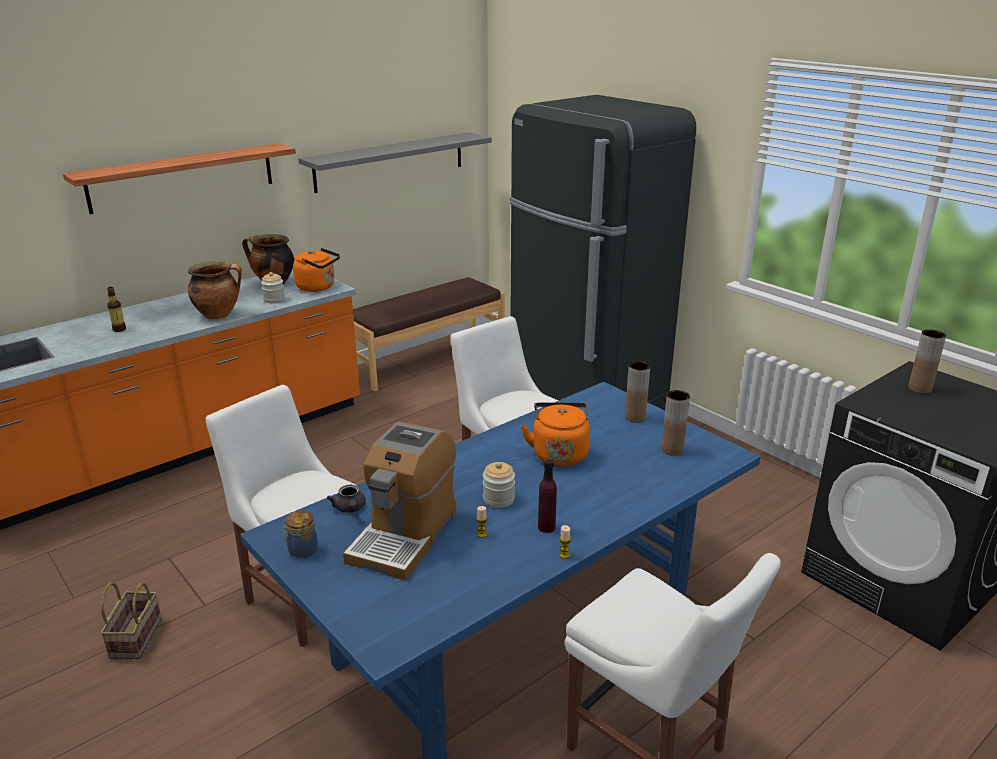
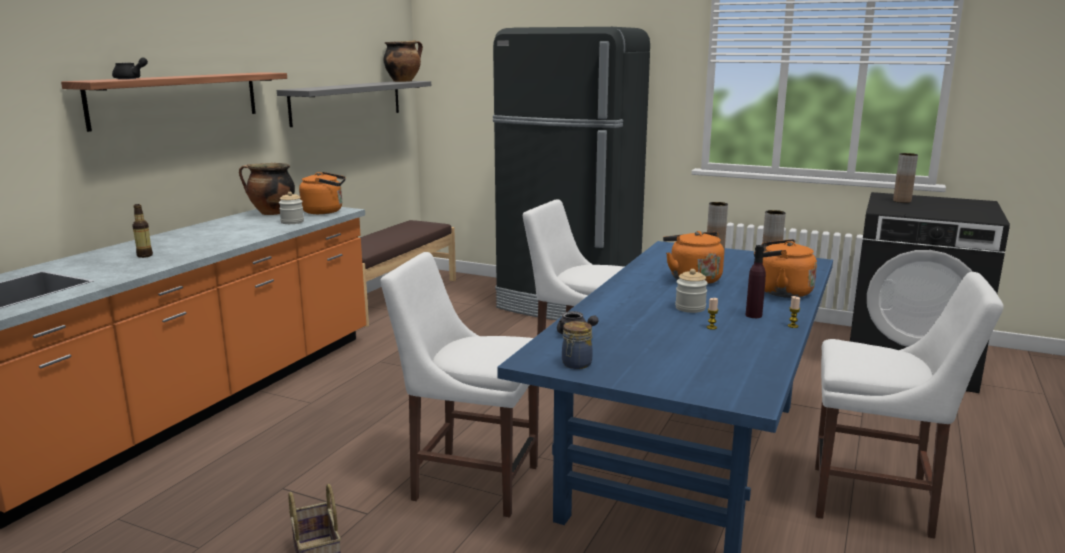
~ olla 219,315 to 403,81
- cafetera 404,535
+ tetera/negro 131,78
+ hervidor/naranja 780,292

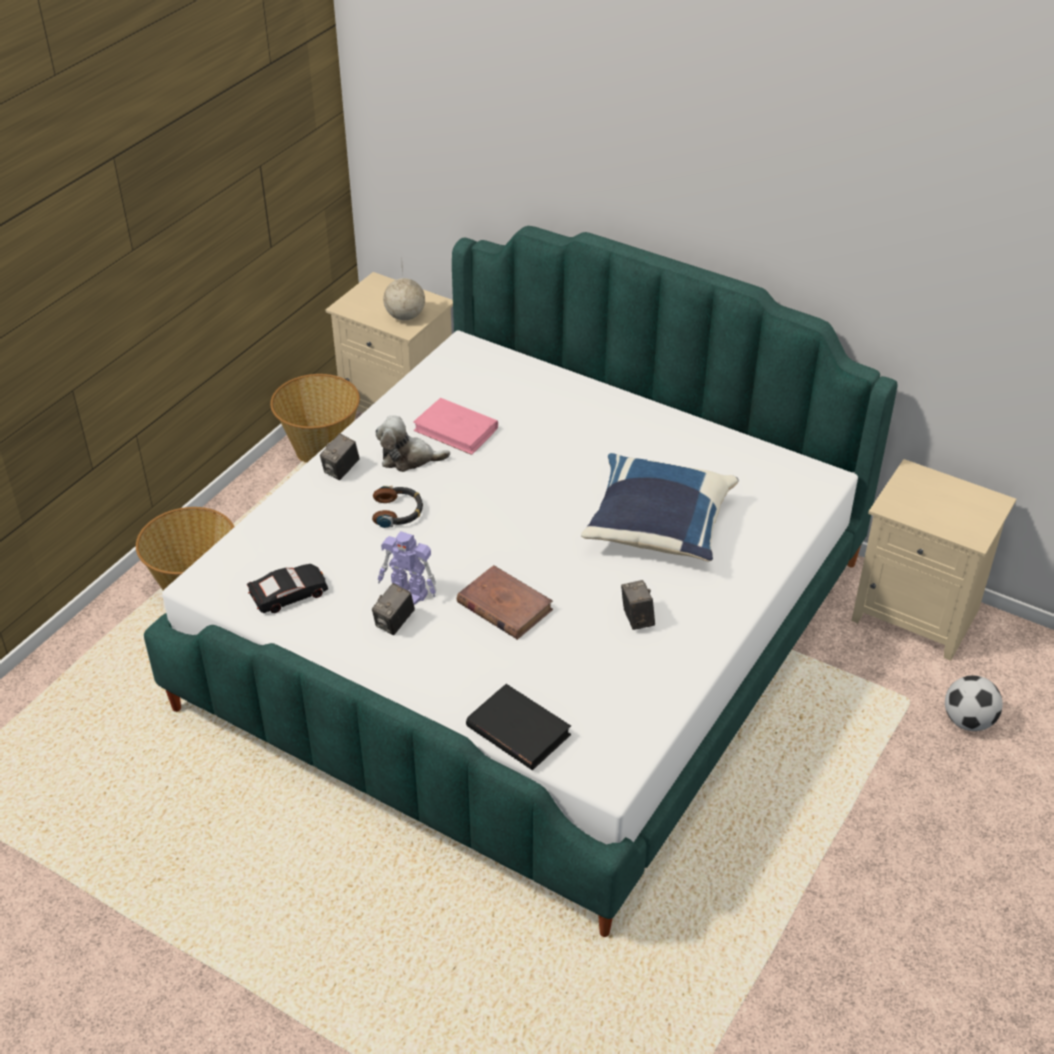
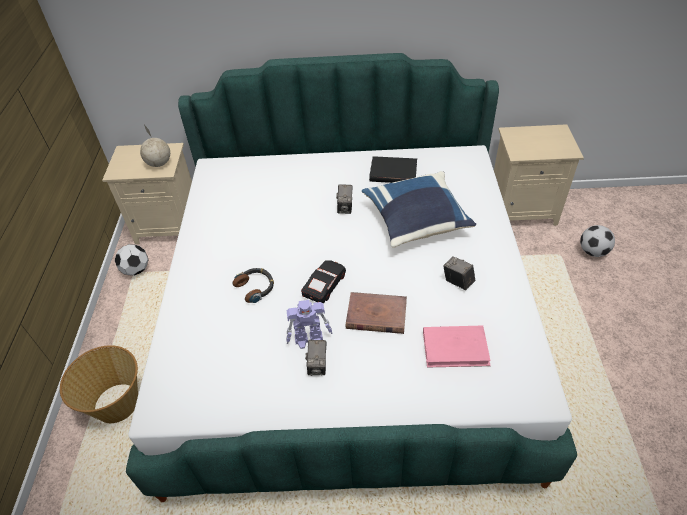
~ coche de juguete/negro 288,594 to 324,285
~ cesta 321,449 to balón de fútbol 136,270
~ cámara 341,470 to 345,208
- peluche 408,458
~ libro/rosa 456,430 to 455,348
~ libro/negro 518,730 to 393,173

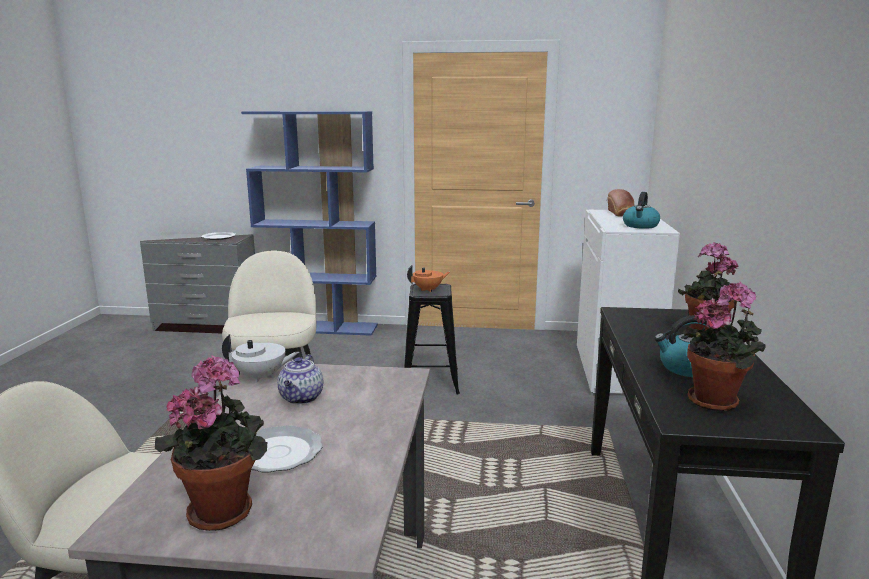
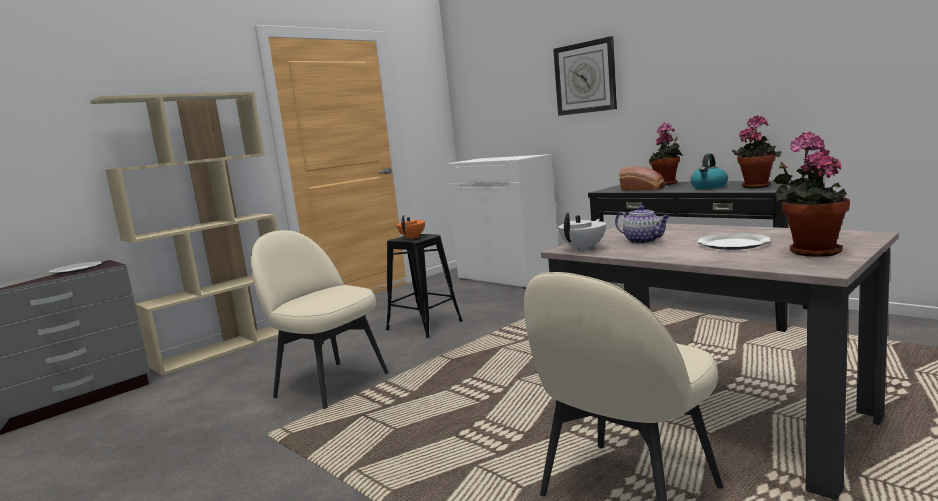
~ estantería/azul 320,327 to estantería/beis 226,347
~ pan 621,213 to 643,189
- hervidor 640,226
+ reloj de pared 585,78

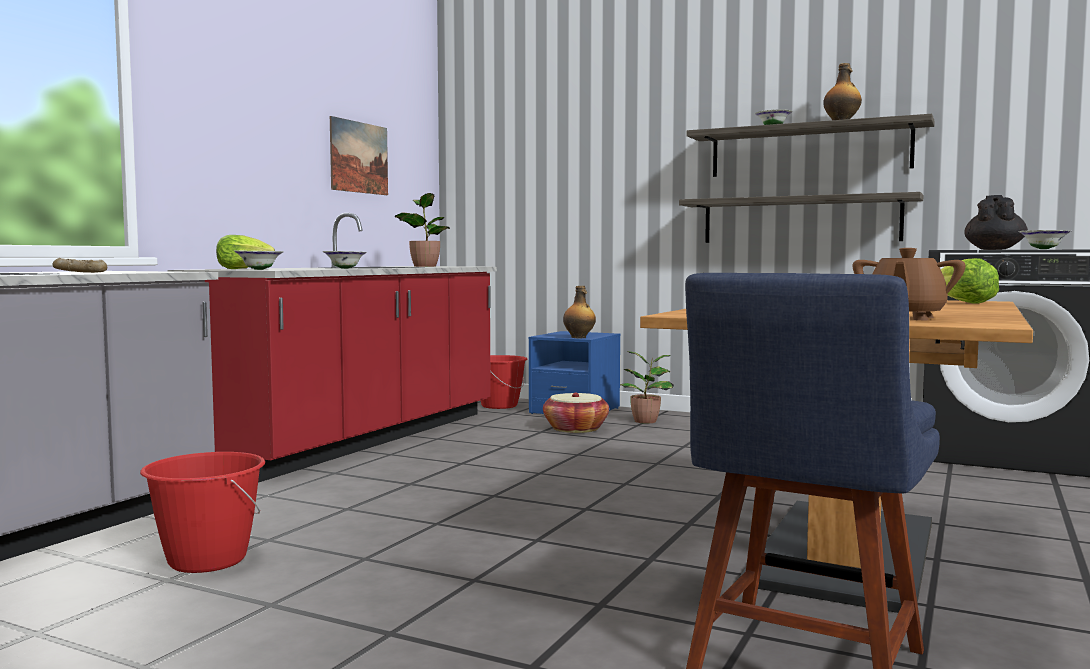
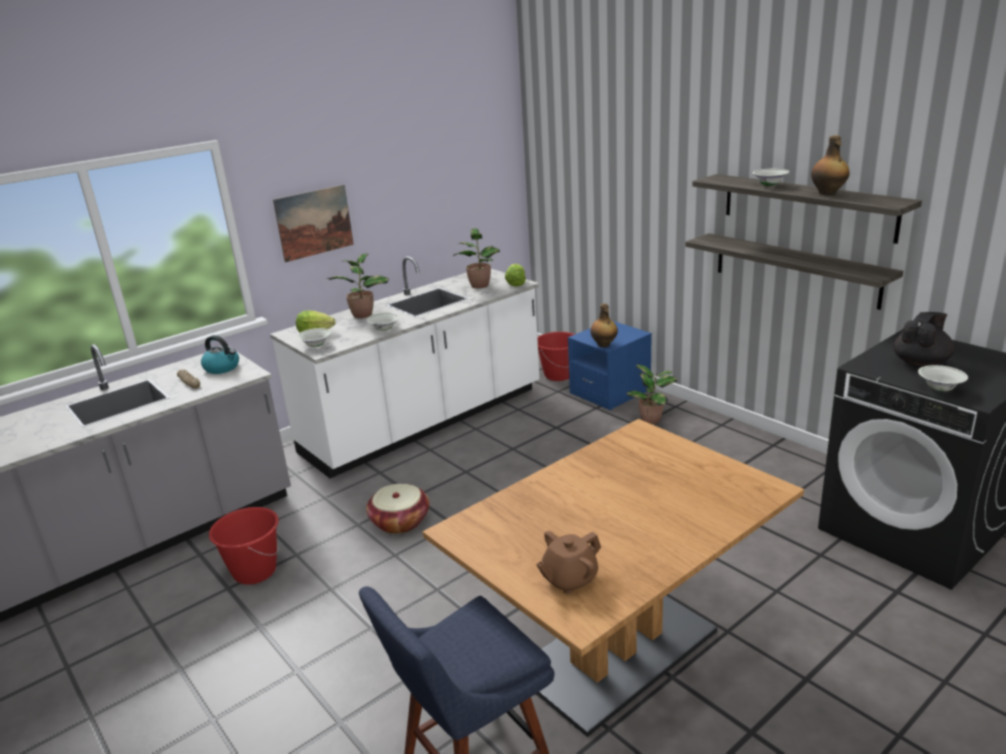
~ mueble bajo de cocina/rojo 359,439 to mueble bajo de cocina/blanco 425,421
~ cuadro 359,157 to 314,222
~ cesta 576,429 to 400,522
~ lechuga 964,303 to 516,284
+ hervidor 222,368
+ planta en maceta 363,314

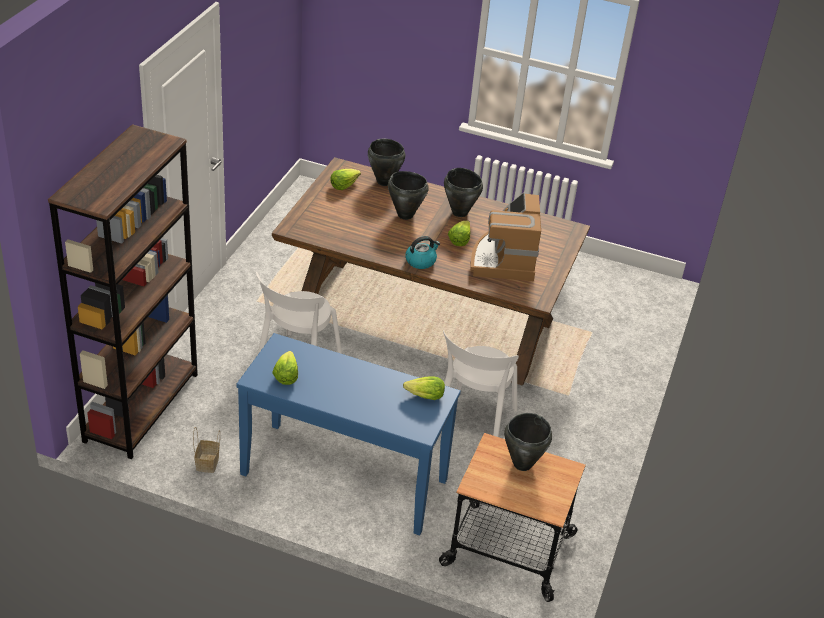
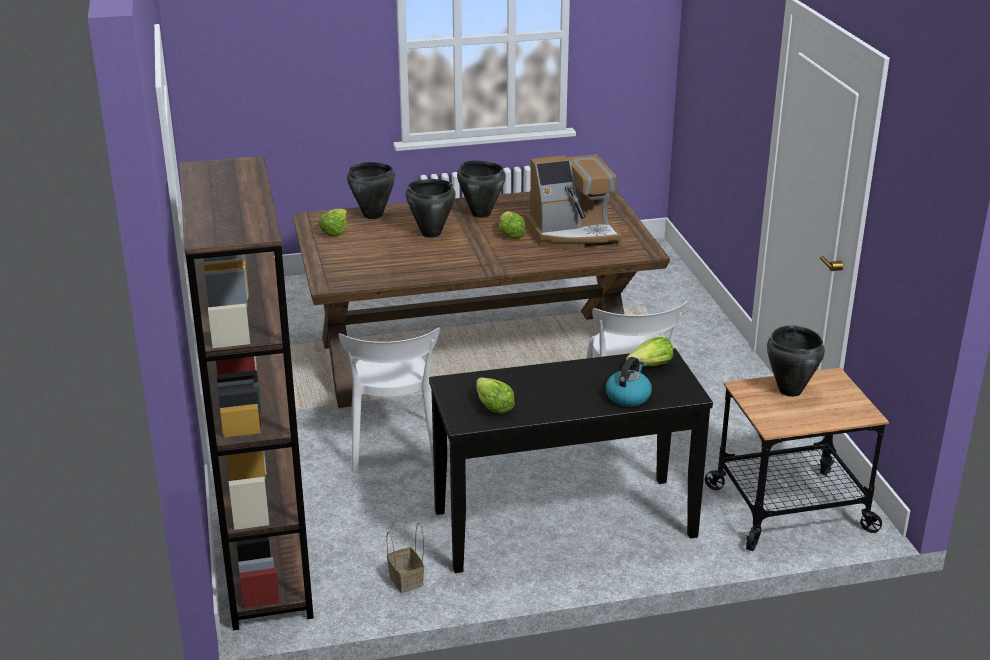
~ mesa consola/azul 343,477 to mesa consola/negro 564,524
~ hervidor 421,261 to 628,396
~ cafetera 504,260 = 573,234 75 degrees counterclockwise

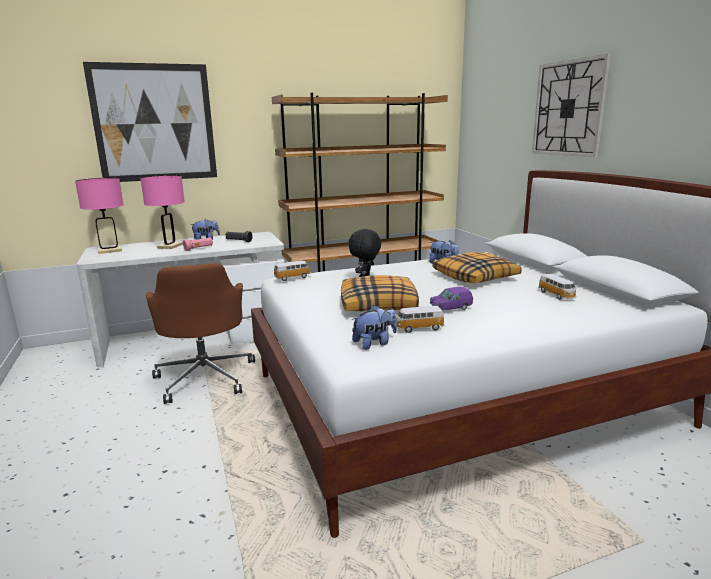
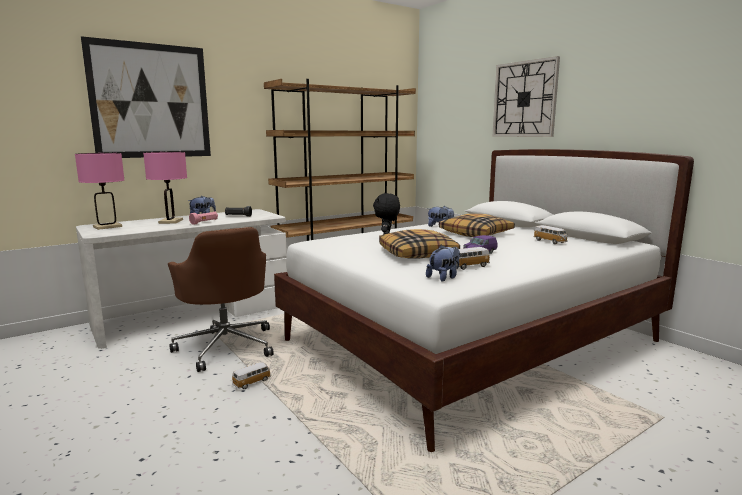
~ coche de juguete 293,277 to 252,382

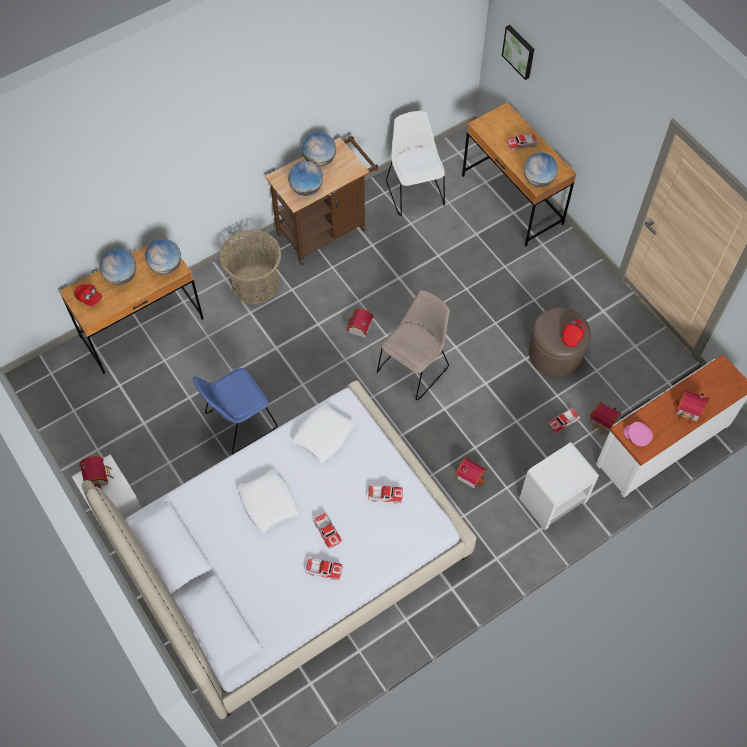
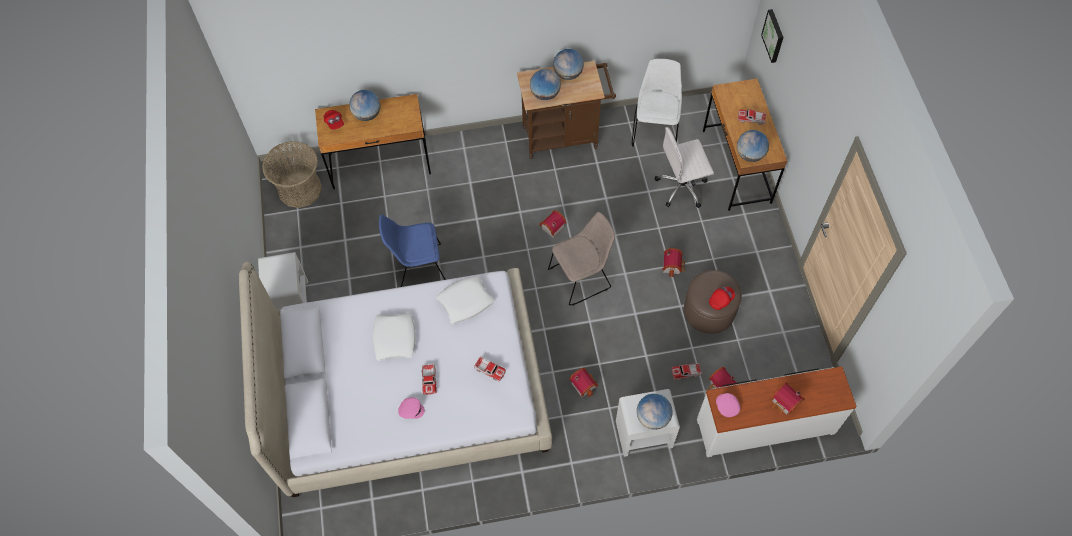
~ casita 98,476 to 673,266
~ globo terráqueo 166,266 to 653,417
~ cesta 255,283 to 300,189
~ coche de juguete 323,569 to gorra/rosa 411,410
+ silla de oficina/blanco 682,187

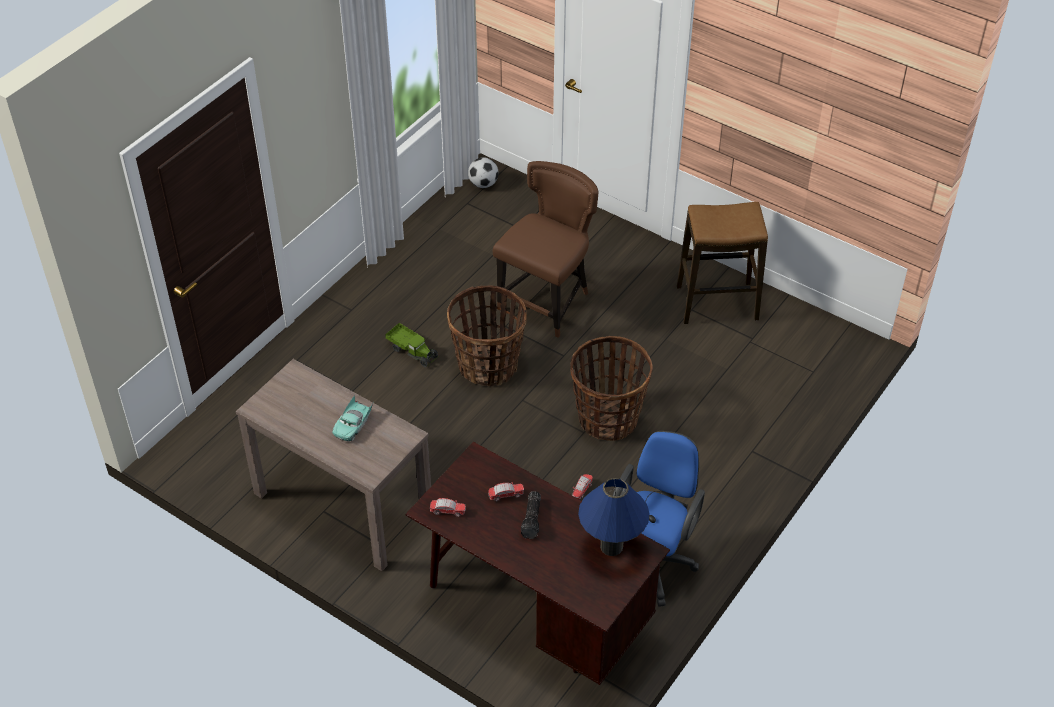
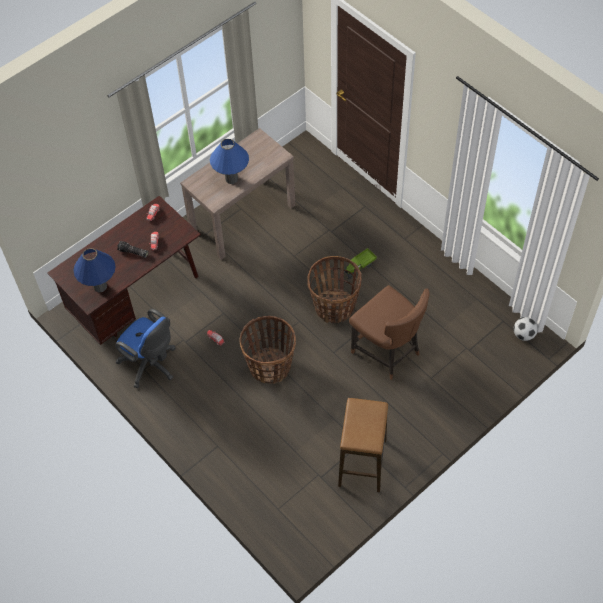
~ coche de juguete/turquesa 353,424 to lámpara de mesa/azul 231,179

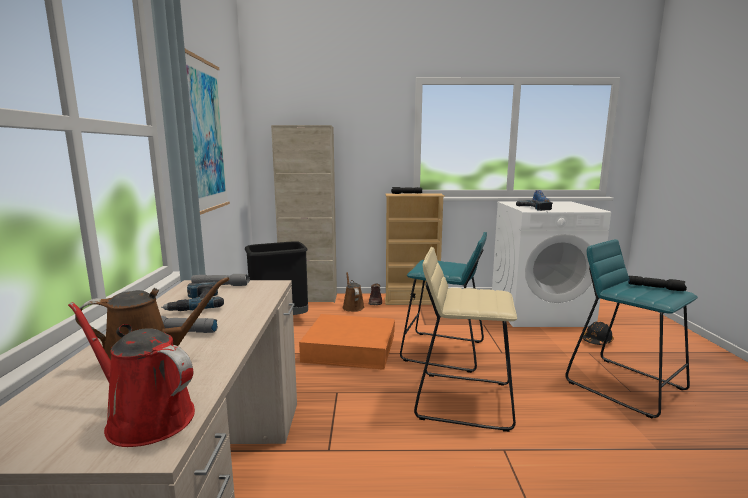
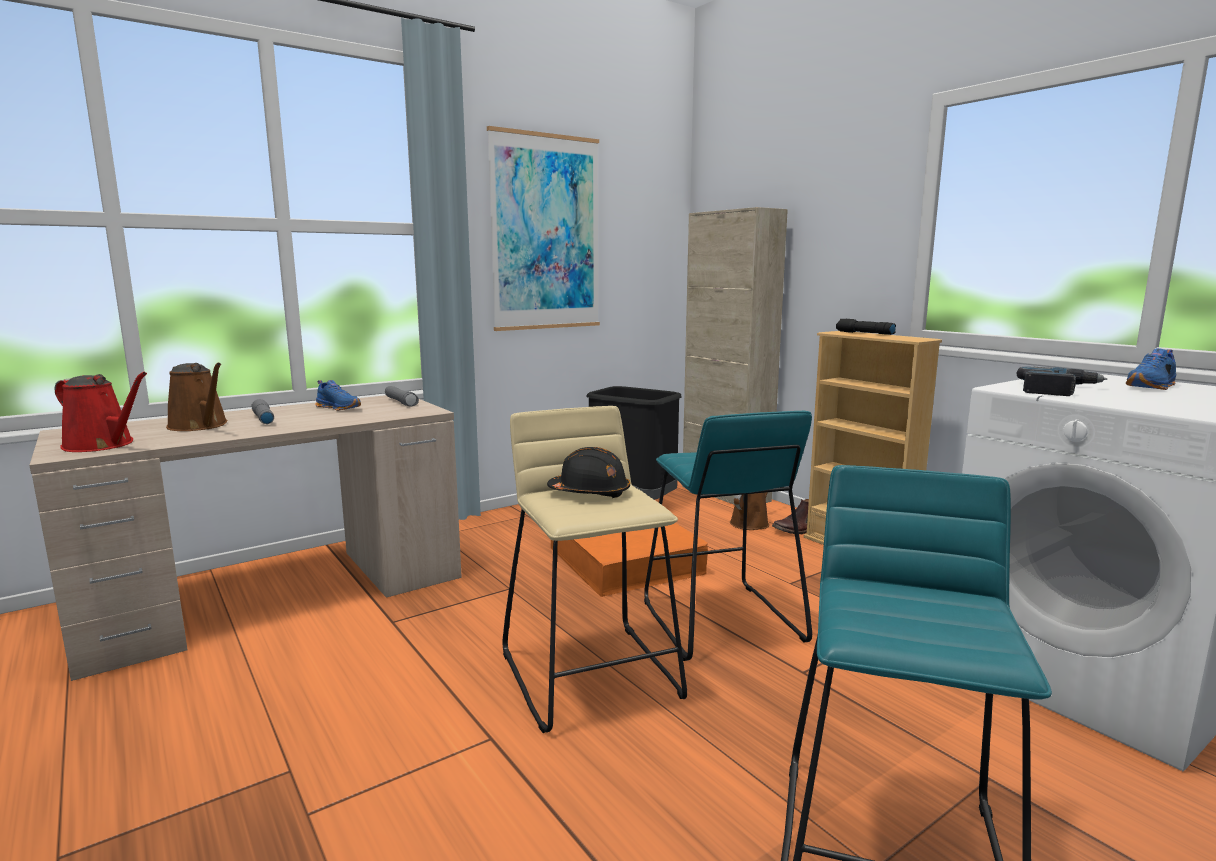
~ regadera/rojo 145,417 = 103,445 120 degrees clockwise
~ taladro 196,303 to zapato/azul 339,408
~ casco/negro 597,341 to 590,493
- linterna/negro 656,288

